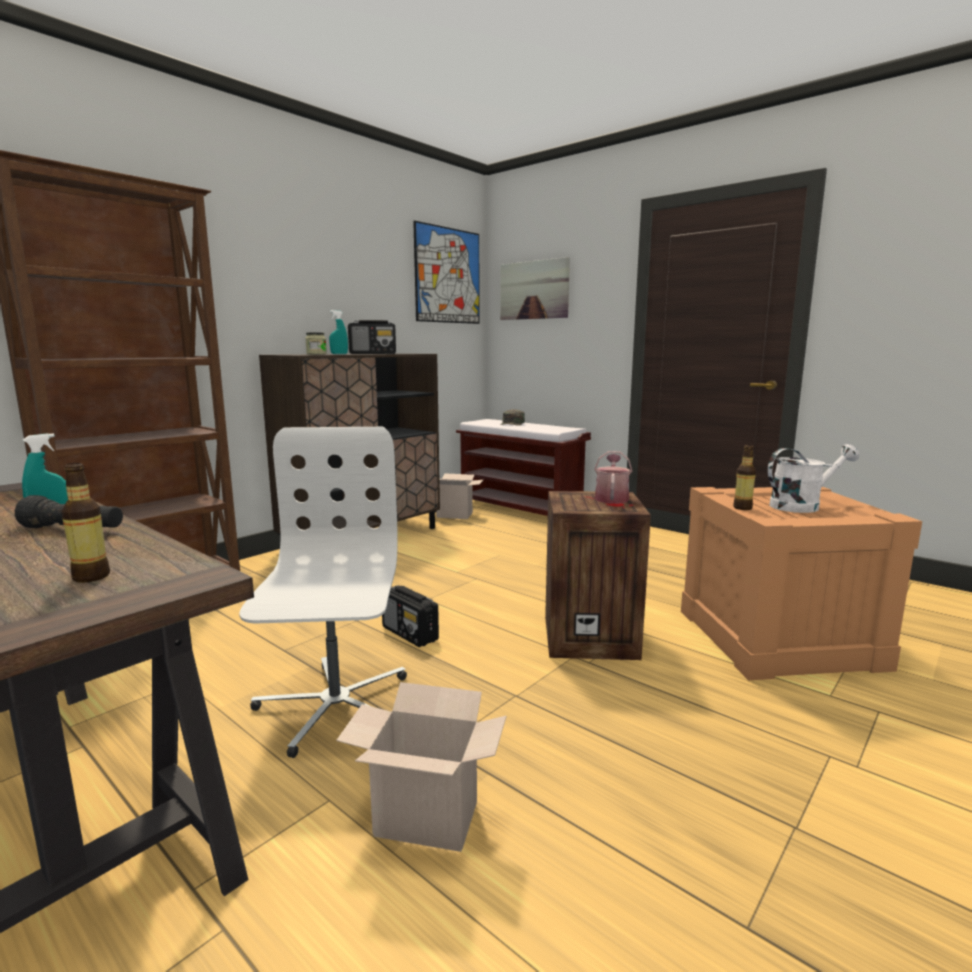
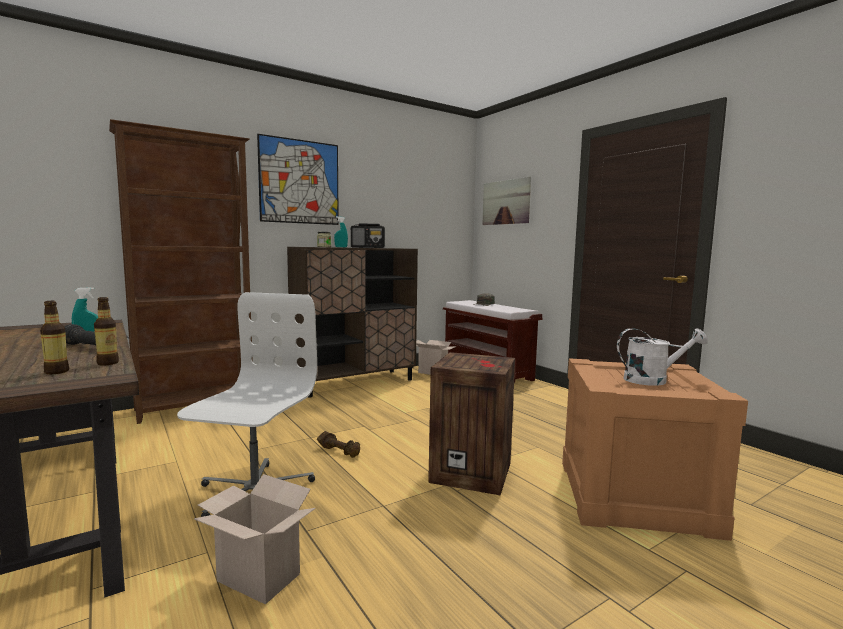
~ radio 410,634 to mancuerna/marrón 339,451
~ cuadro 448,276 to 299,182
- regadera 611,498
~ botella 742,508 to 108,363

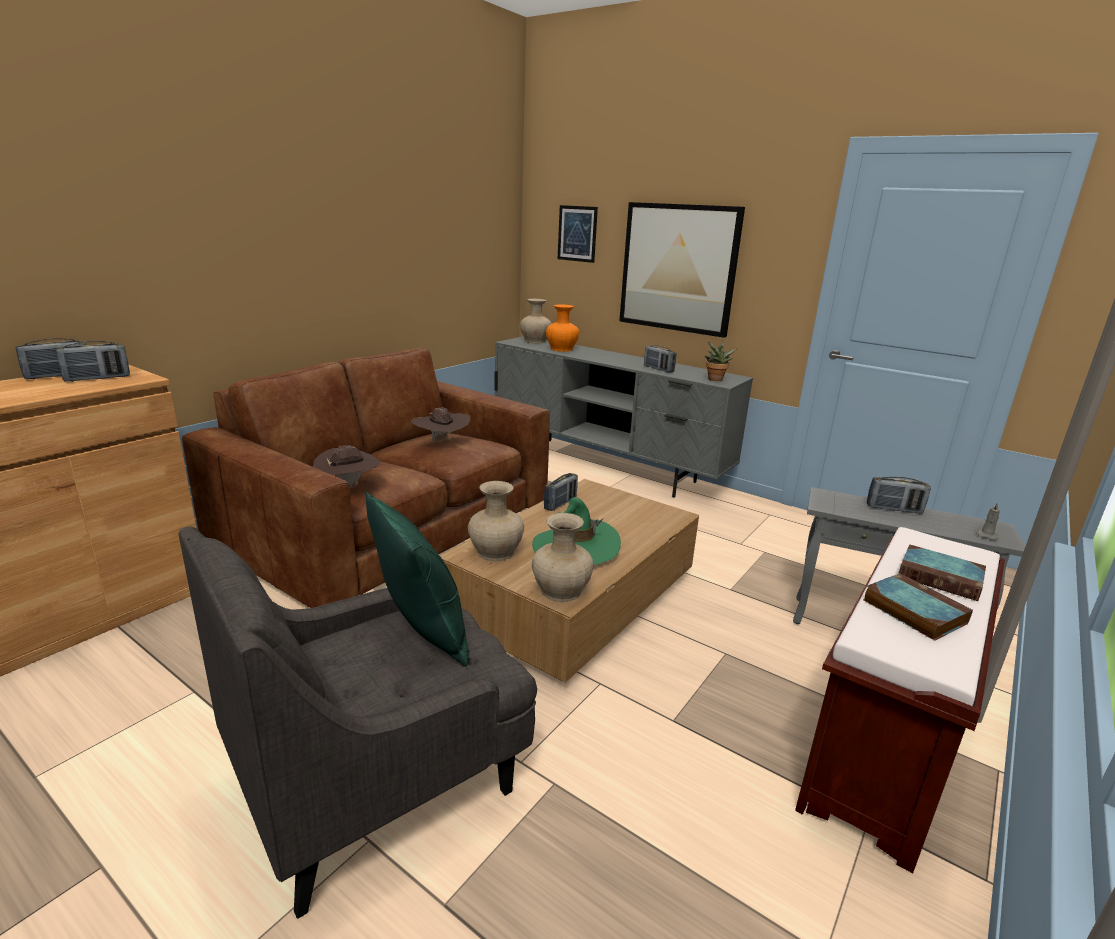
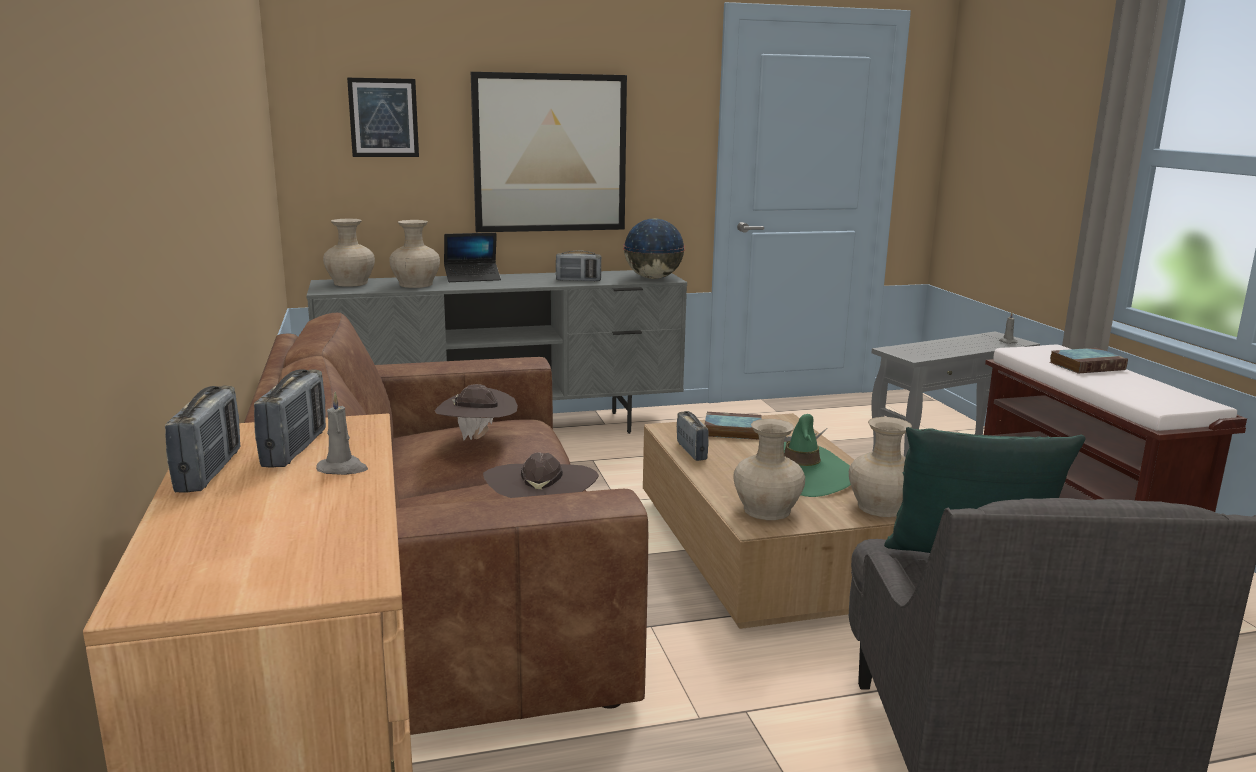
~ florero/naranja 561,349 to florero/beis 415,284
~ planta en maceta 715,380 to globo terráqueo 653,278
~ libro 911,610 to 731,431
- radio 894,509
+ vela/gris 343,469
+ portátil 472,278

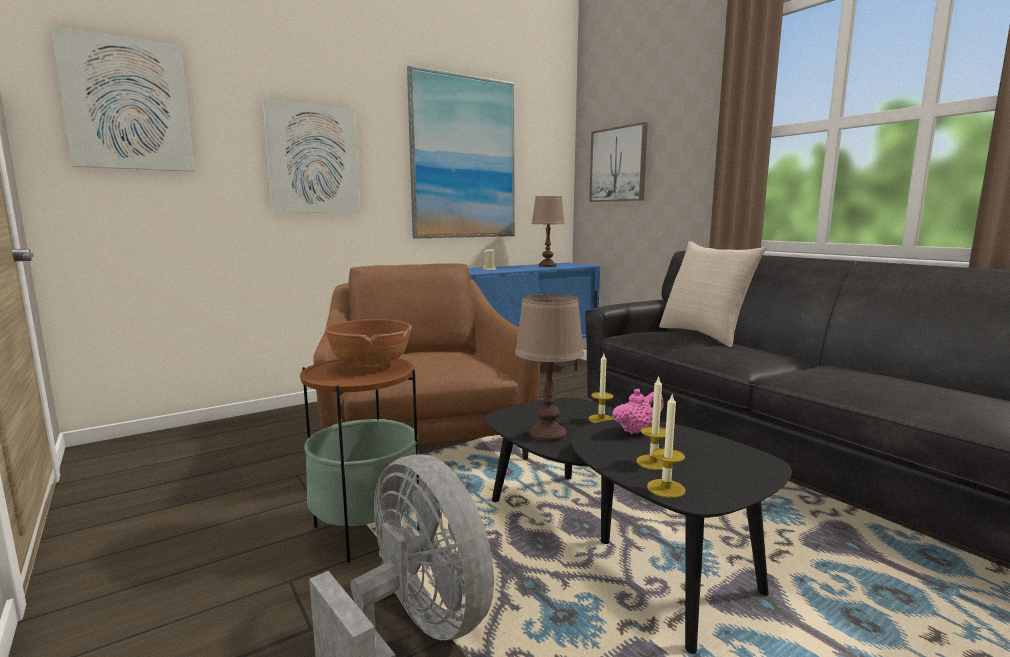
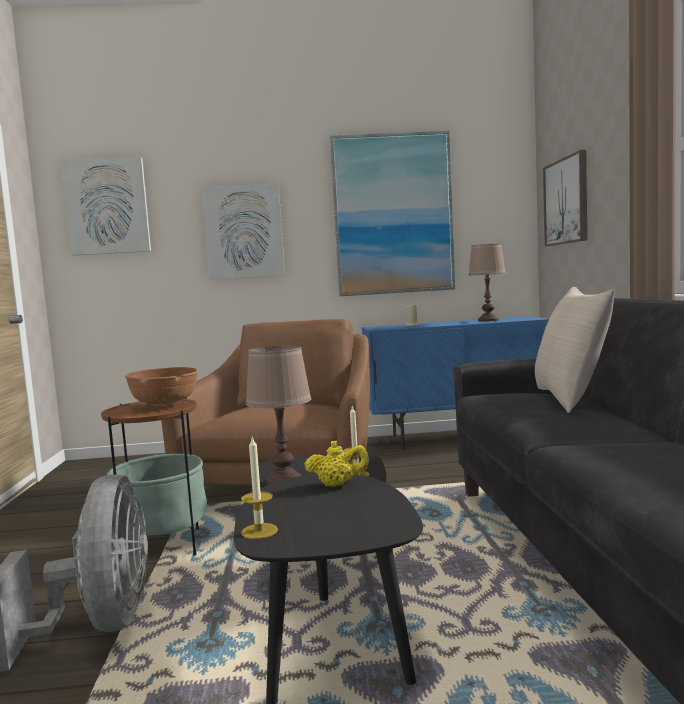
~ tetera/rosa 636,430 to tetera/amarillo 338,484
- vela 653,462

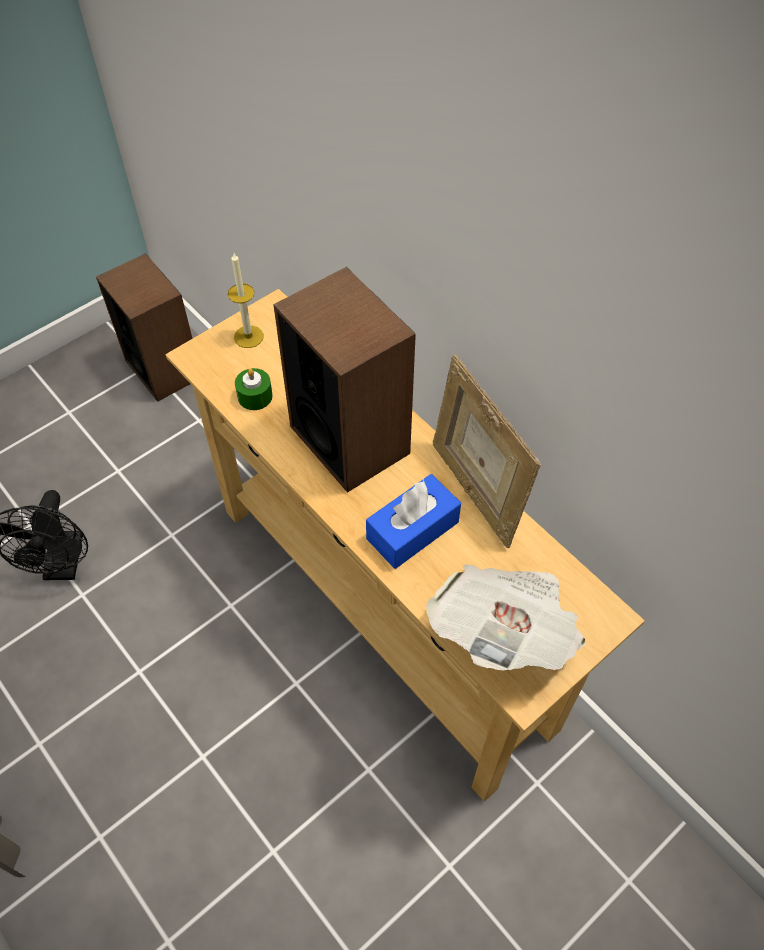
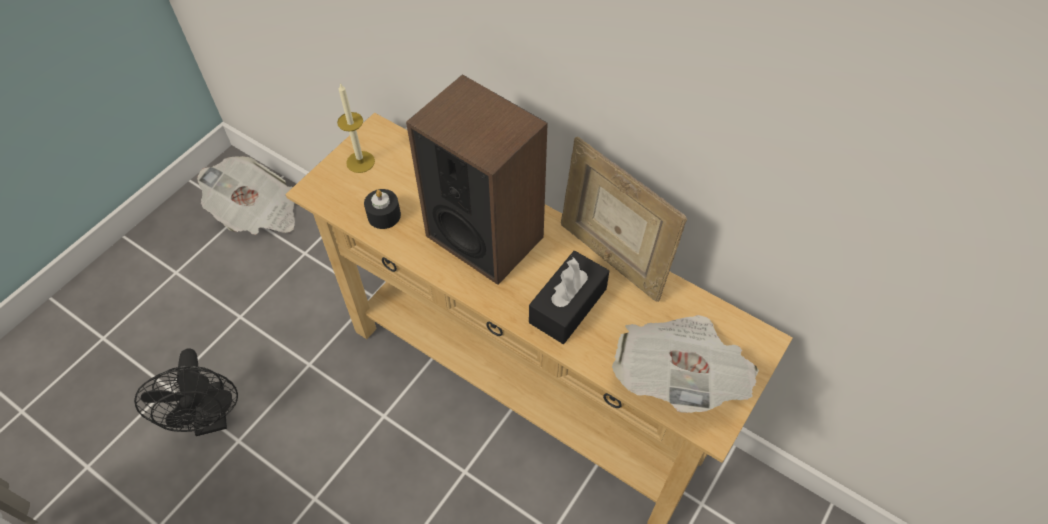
~ altavoz 164,368 to periódico 257,212
~ vela/verde 255,396 to vela/negro 384,215
~ caja de pañuelos/azul 412,530 to caja de pañuelos/negro 568,305

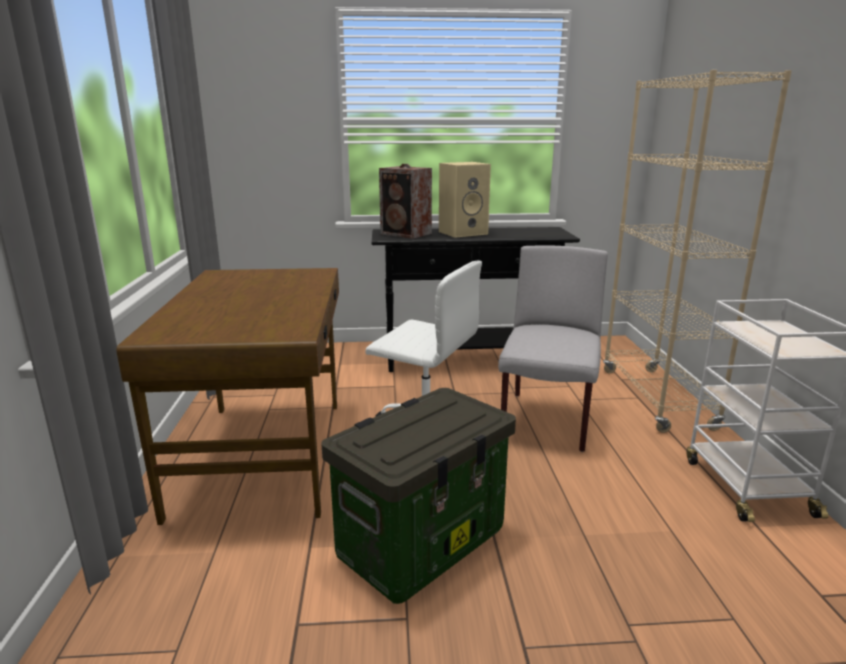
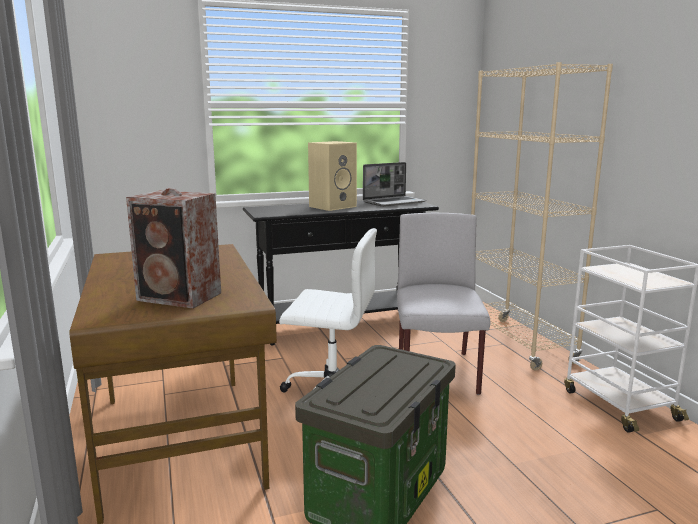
~ altavoz 406,234 to 181,297
+ portátil 394,202

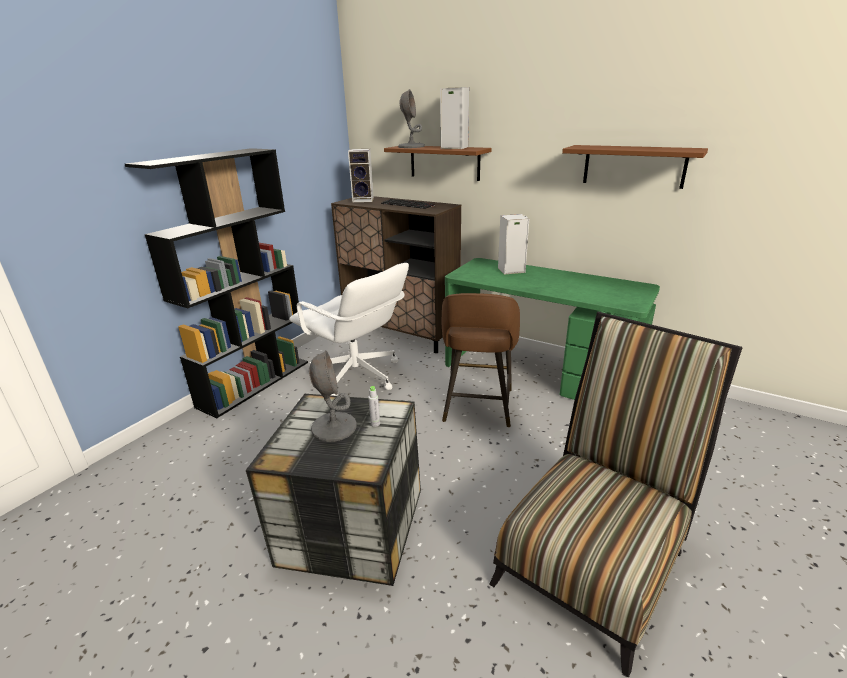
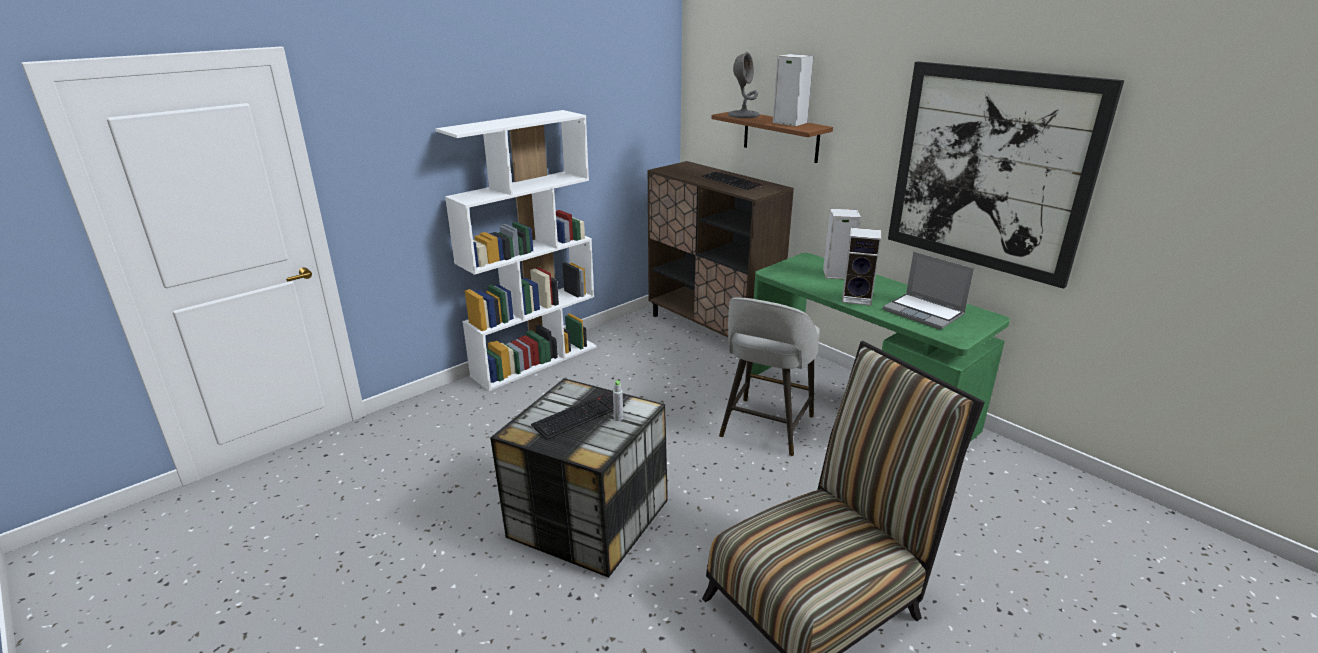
~ estantería/negro 255,383 to estantería/blanco 535,361
- silla de oficina/blanco 356,376
~ lámpara de mesa/gris 334,427 to teclado 579,415
~ altavoz 364,200 to 858,298
~ taburete/marrón 477,407 to taburete/gris 765,428
~ estante/marrón 633,166 to cuadro 990,170
+ portátil 924,313

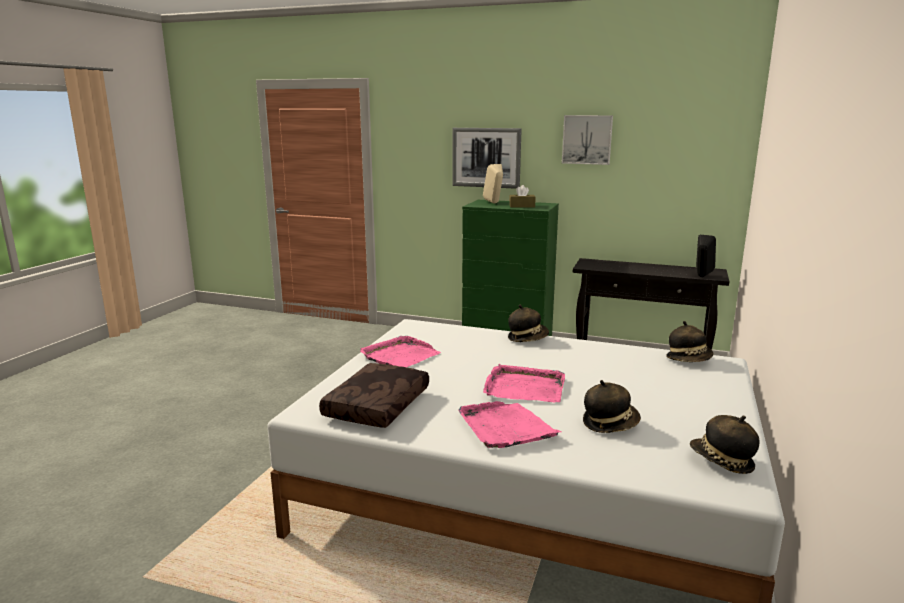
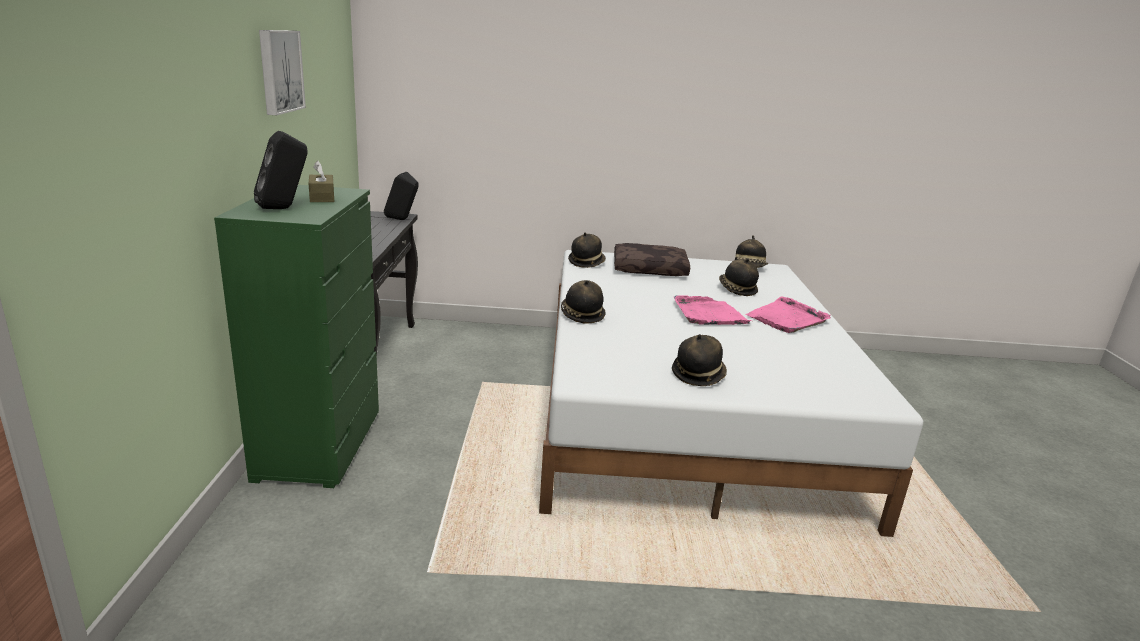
~ cojín/marrón 378,406 to 650,269
~ bandeja/rosa 400,356 to sombrero 698,375
- cuadro 486,157
~ altavoz/beis 494,203 to altavoz/negro 284,208

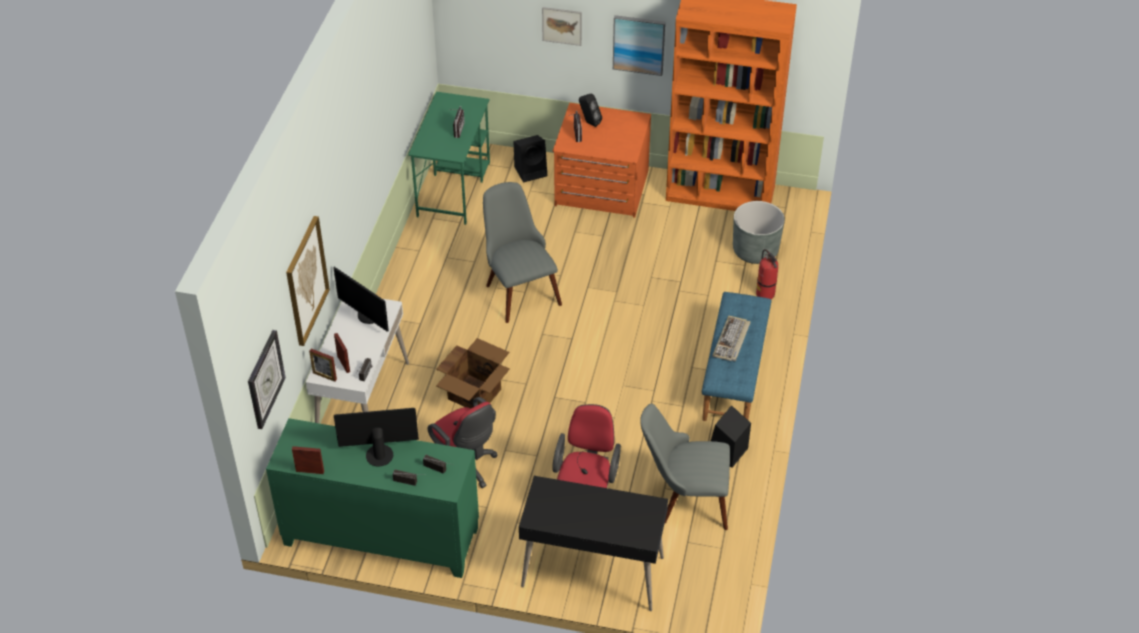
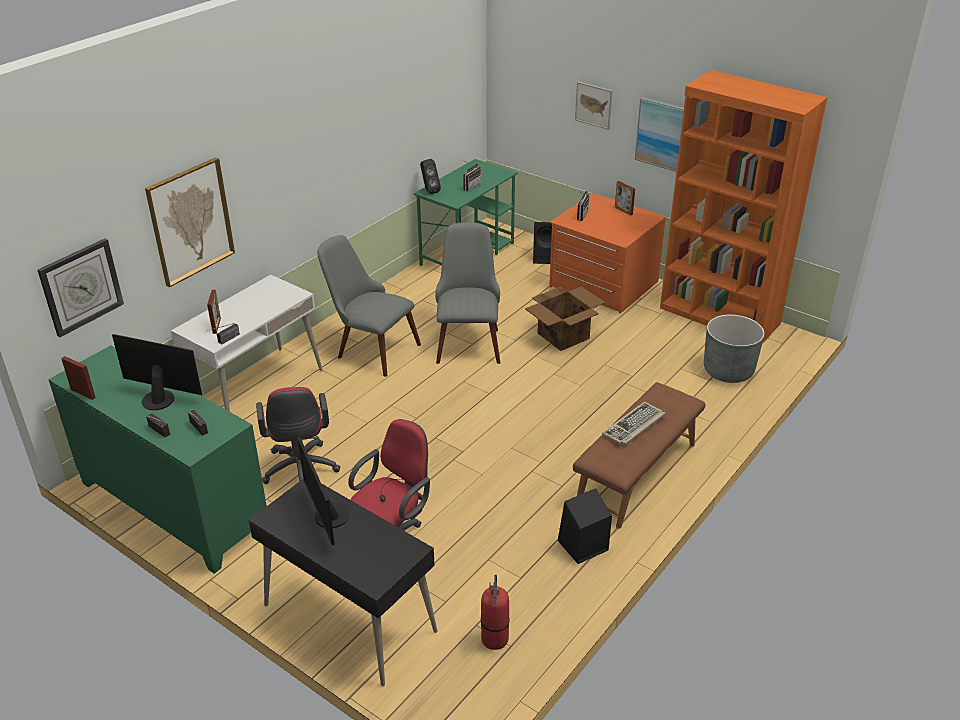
~ portarretratos 324,376 to 623,210
~ monitor 368,316 to 328,517
~ caja de cartón 475,393 to 564,336
~ altavoz/negro 589,122 to 429,191
~ silla/gris 684,499 to 370,348
~ banco/azul 734,375 to banco/marrón 637,474
~ extintor 765,294 to 495,639

